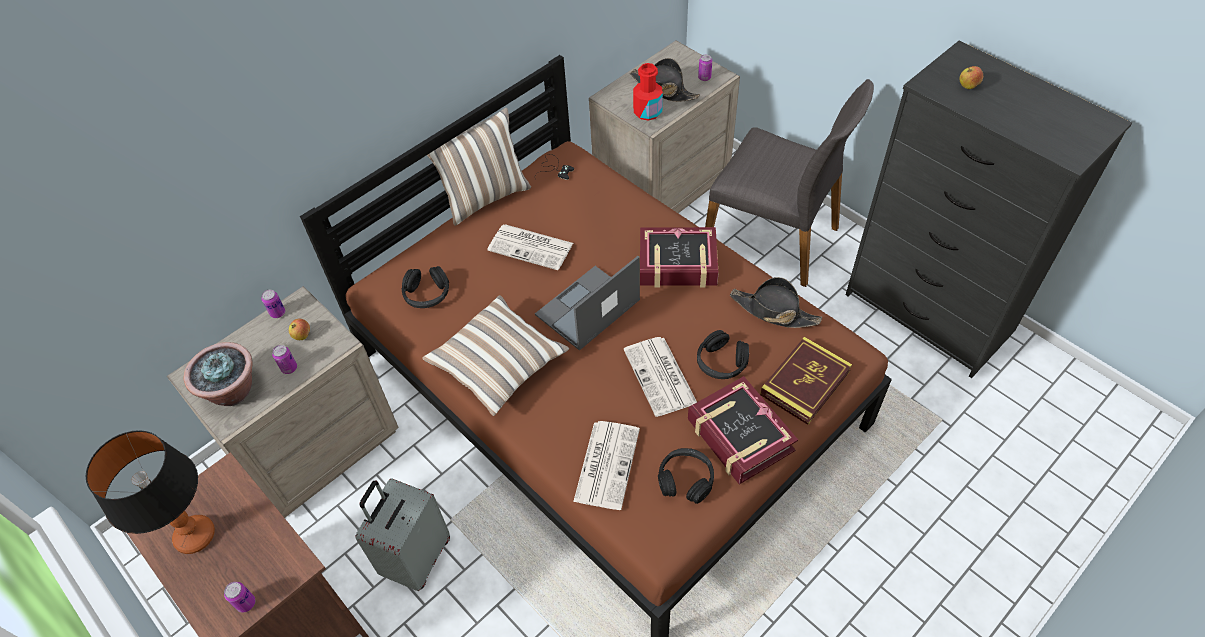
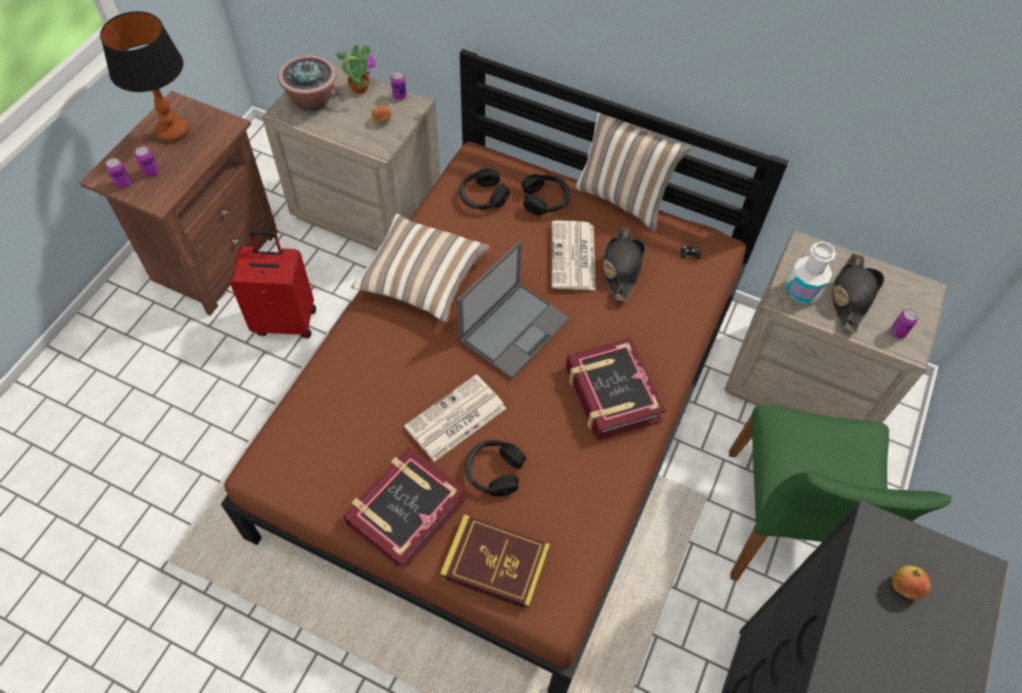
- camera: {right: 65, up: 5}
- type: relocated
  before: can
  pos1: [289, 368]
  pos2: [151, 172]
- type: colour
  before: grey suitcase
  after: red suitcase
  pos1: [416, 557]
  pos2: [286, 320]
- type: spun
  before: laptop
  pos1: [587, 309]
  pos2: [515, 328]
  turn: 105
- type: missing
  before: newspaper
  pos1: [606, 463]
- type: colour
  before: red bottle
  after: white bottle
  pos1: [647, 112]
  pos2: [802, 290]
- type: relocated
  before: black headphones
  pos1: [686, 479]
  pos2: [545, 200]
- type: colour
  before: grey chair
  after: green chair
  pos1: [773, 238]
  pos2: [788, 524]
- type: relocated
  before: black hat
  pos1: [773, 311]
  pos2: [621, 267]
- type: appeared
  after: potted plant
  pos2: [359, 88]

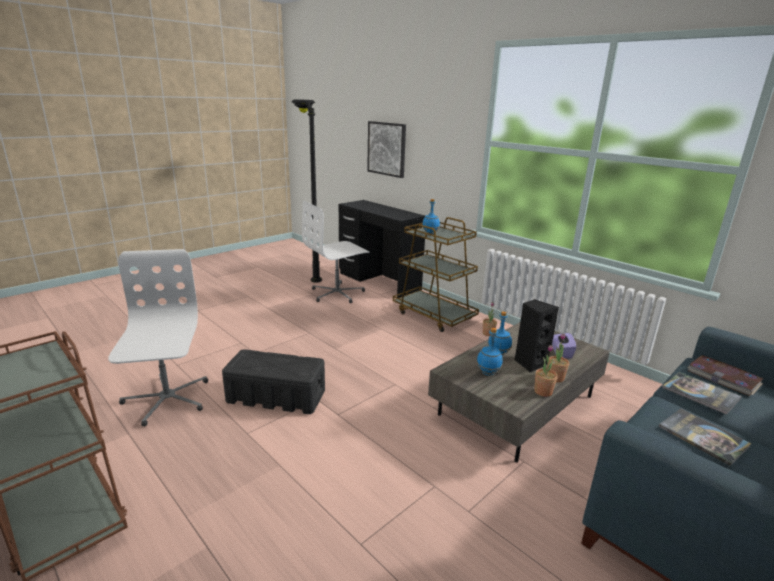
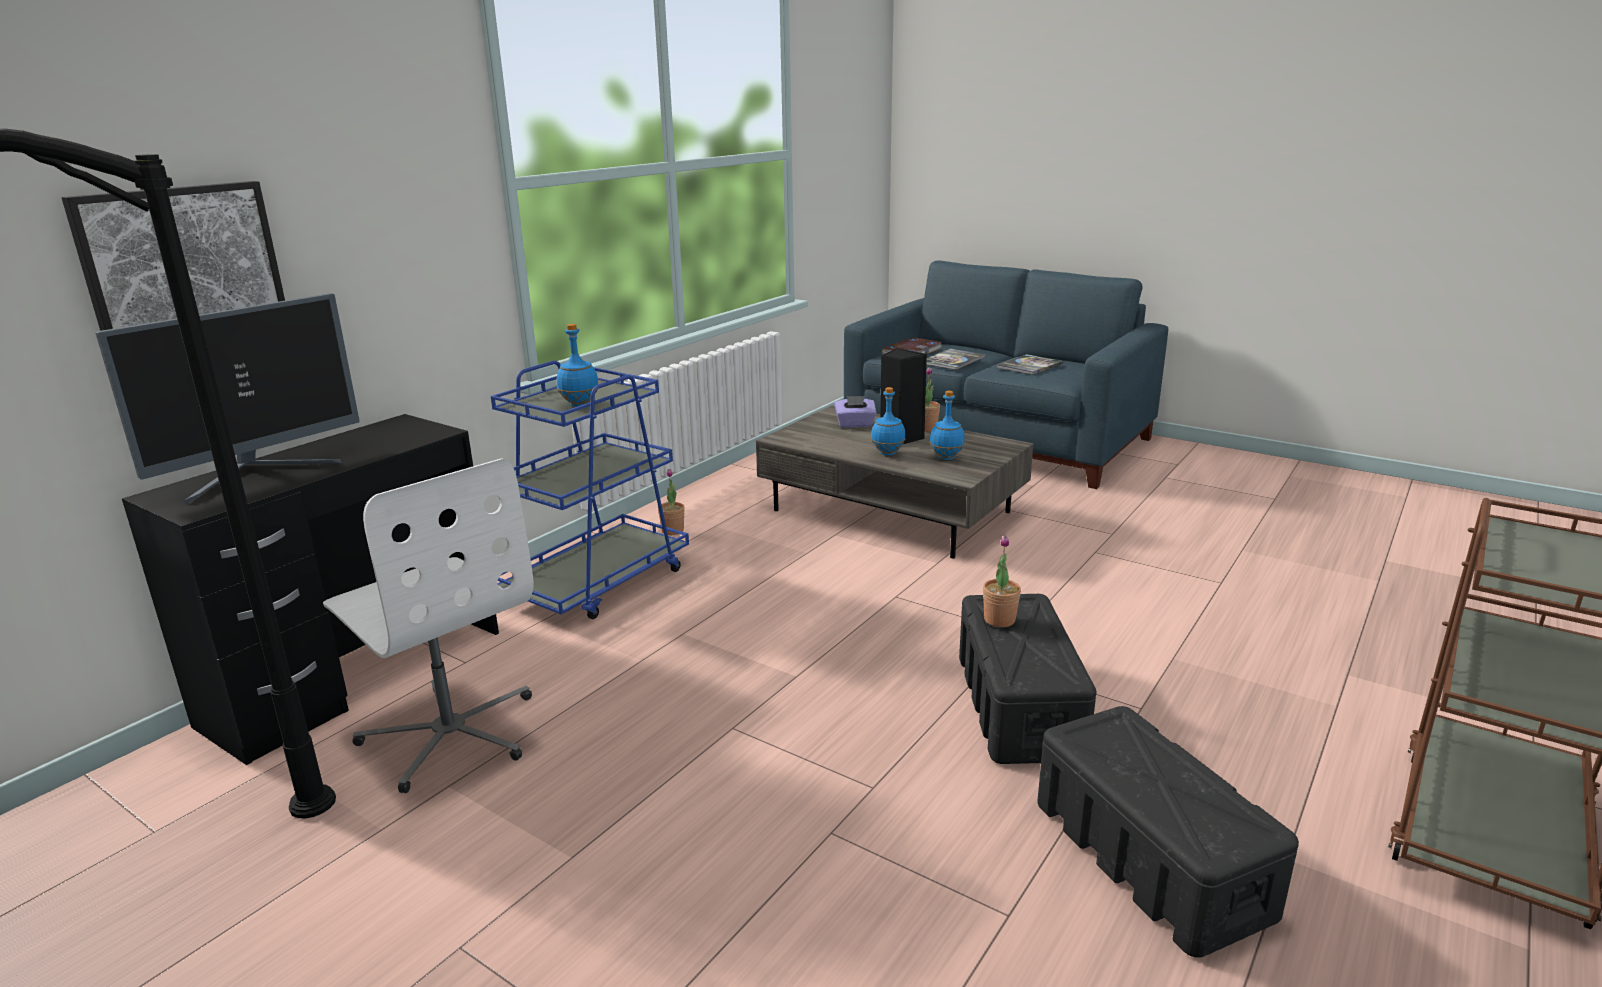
- camera: {right: -100, up: 0}
- type: exchanged
  before: white office chair
  after: black storage box
  pos1: [167, 399]
  pos2: [1148, 857]
- type: colour
  before: brown cart
  after: blue cart
  pos1: [434, 315]
  pos2: [597, 582]
- type: relocated
  before: potted plant
  pos1: [543, 391]
  pos2: [999, 620]
- type: appeared
  after: monitor
  pos2: [260, 474]

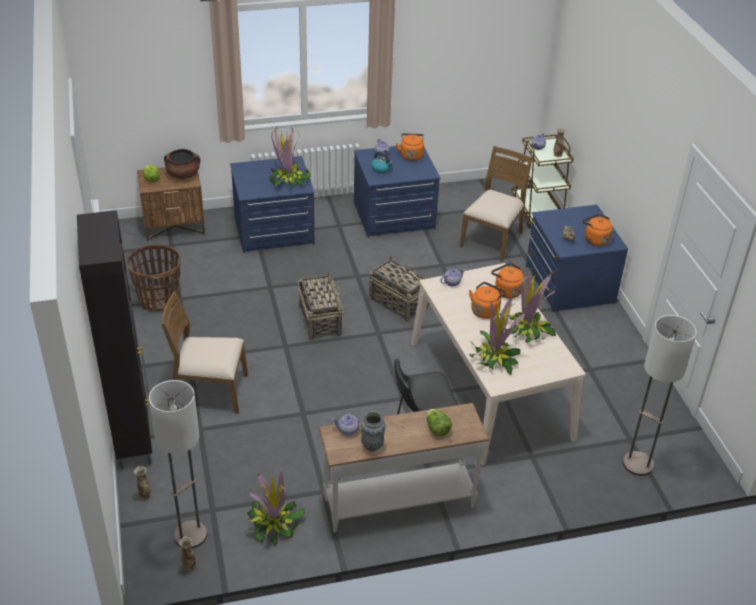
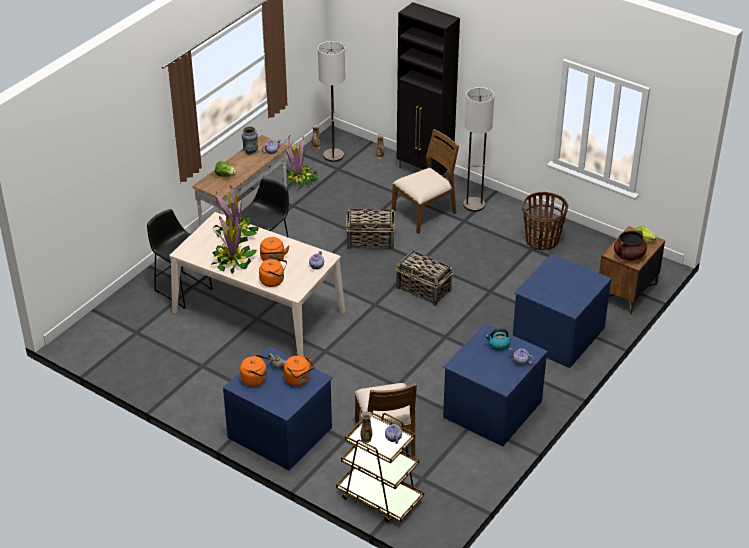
- camera: {right: 140, up: 0}
- type: missing
  before: potted plant
  pos1: [288, 180]
- type: relocated
  before: basket
  pos1: [397, 303]
  pos2: [371, 241]
- type: relocated
  before: orange kettle
  pos1: [411, 155]
  pos2: [299, 380]
- type: relocated
  before: floor lamp
  pos1: [638, 464]
  pos2: [474, 205]
- type: appeared
  after: black stool
  pos2: [181, 288]

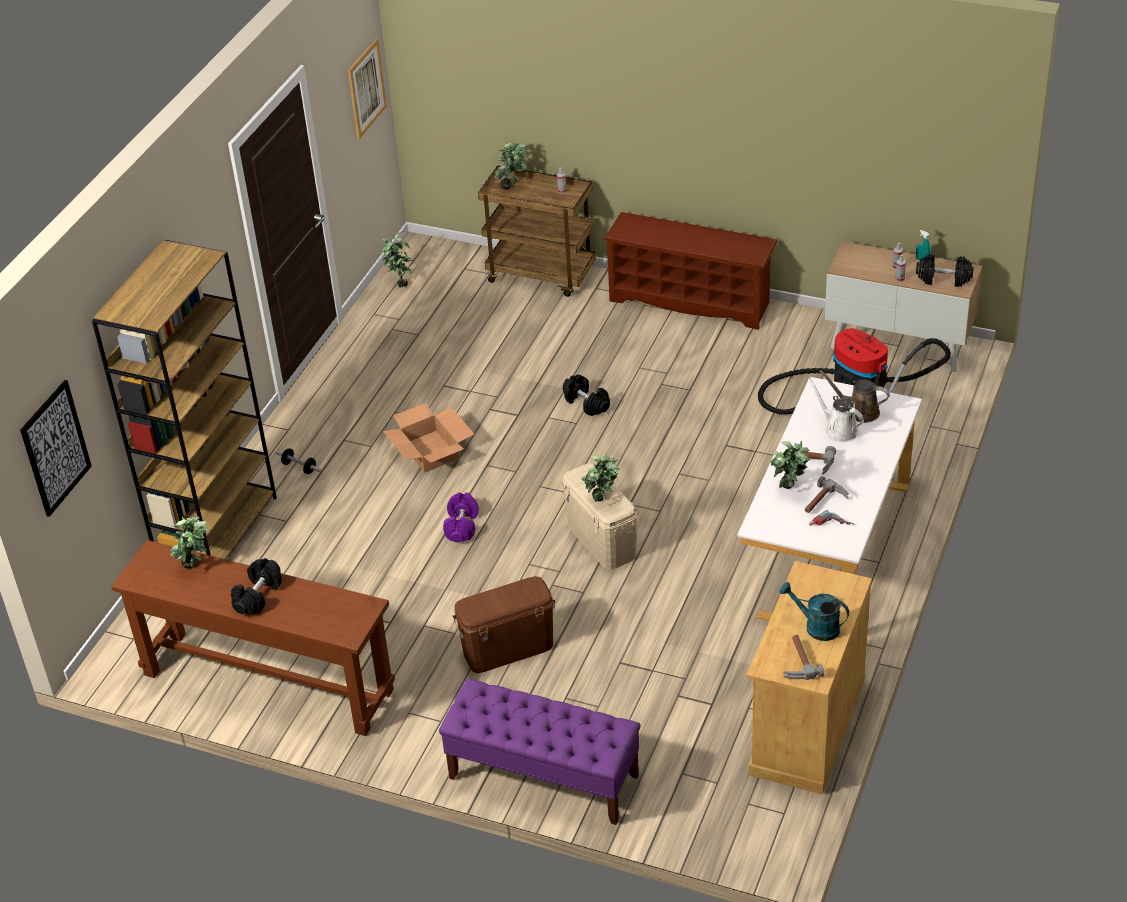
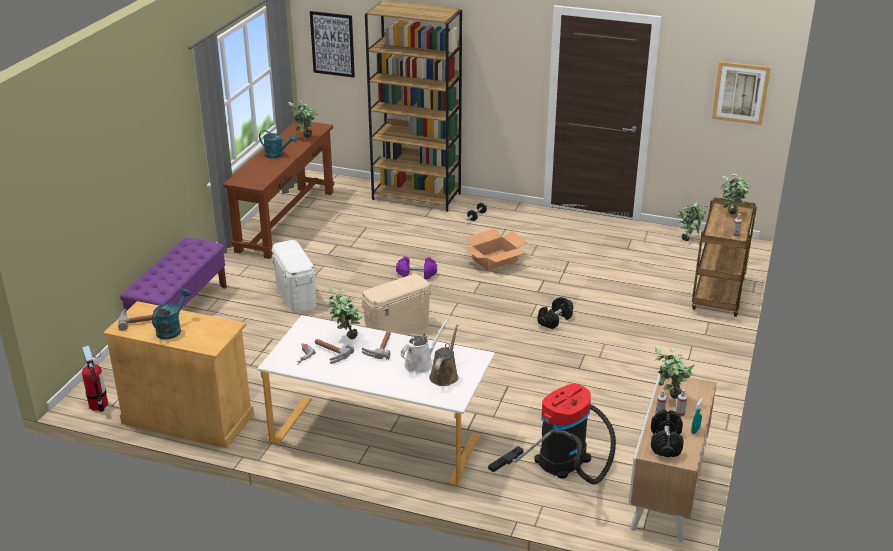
- camera: {right: 85, up: -10}
- type: exchanged
  before: black dumbbell
  after: turquoise watering can
  pos1: [258, 595]
  pos2: [277, 155]
- type: colour
  before: brown storage box
  after: white storage box
  pos1: [508, 649]
  pos2: [295, 295]
- type: relocated
  before: potted plant
  pos1: [602, 503]
  pos2: [669, 398]
- type: missing
  before: brown shoe rack
  pos1: [691, 301]
- type: appeared
  after: fire extinguisher
  pos2: [98, 404]

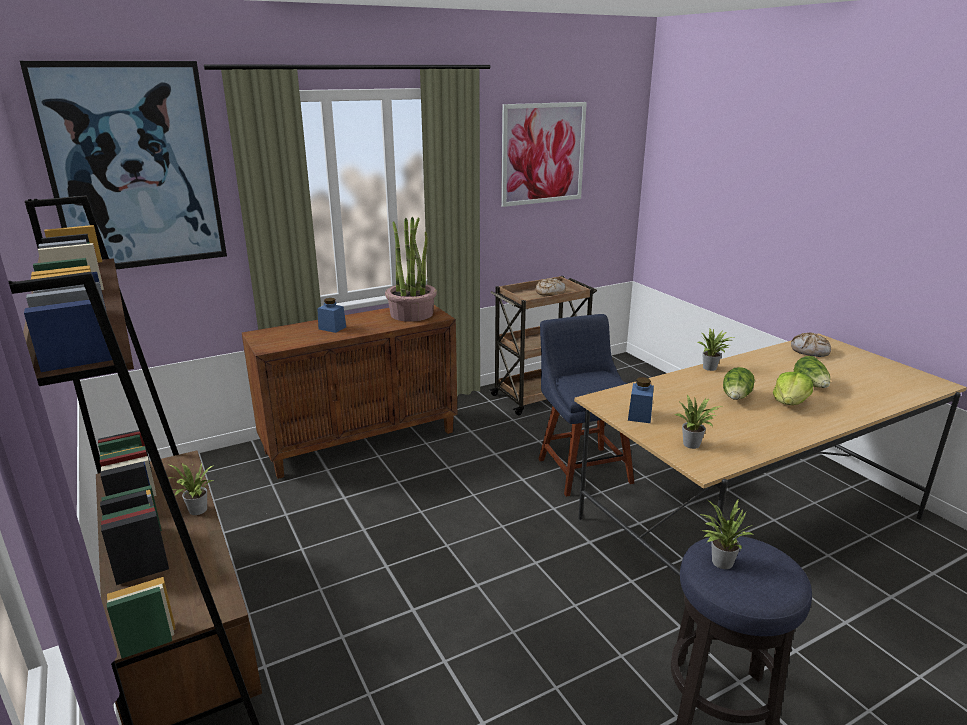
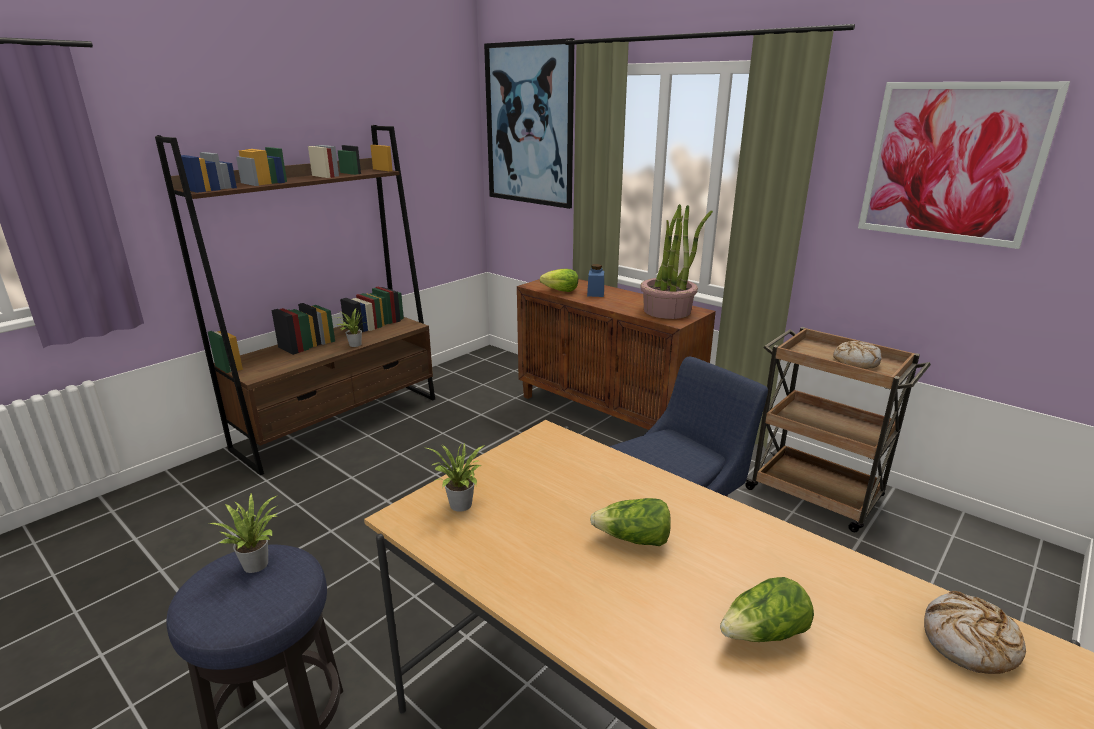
- camera: {right: 70, up: 0}
- type: missing
  before: blue jar
  pos1: [639, 415]
- type: missing
  before: potted plant
  pos1: [711, 368]
- type: relocated
  before: lettuce
  pos1: [790, 403]
  pos2: [561, 291]

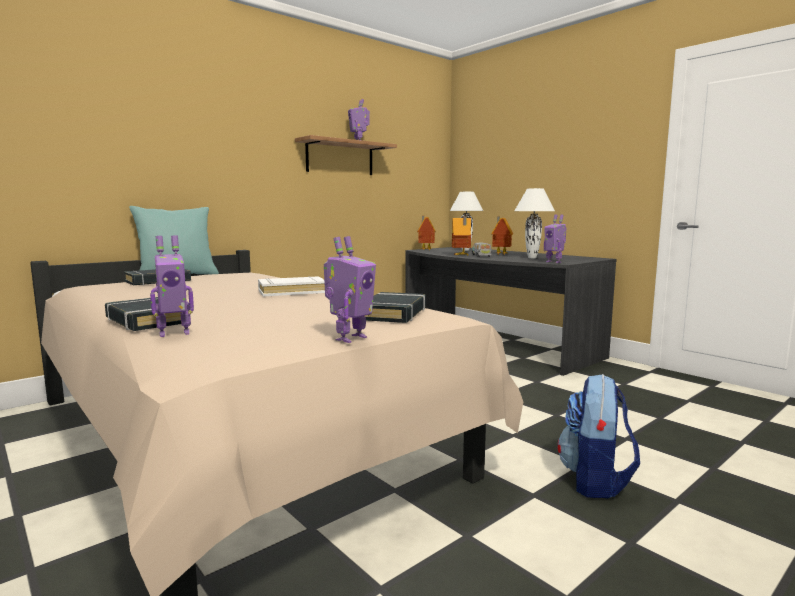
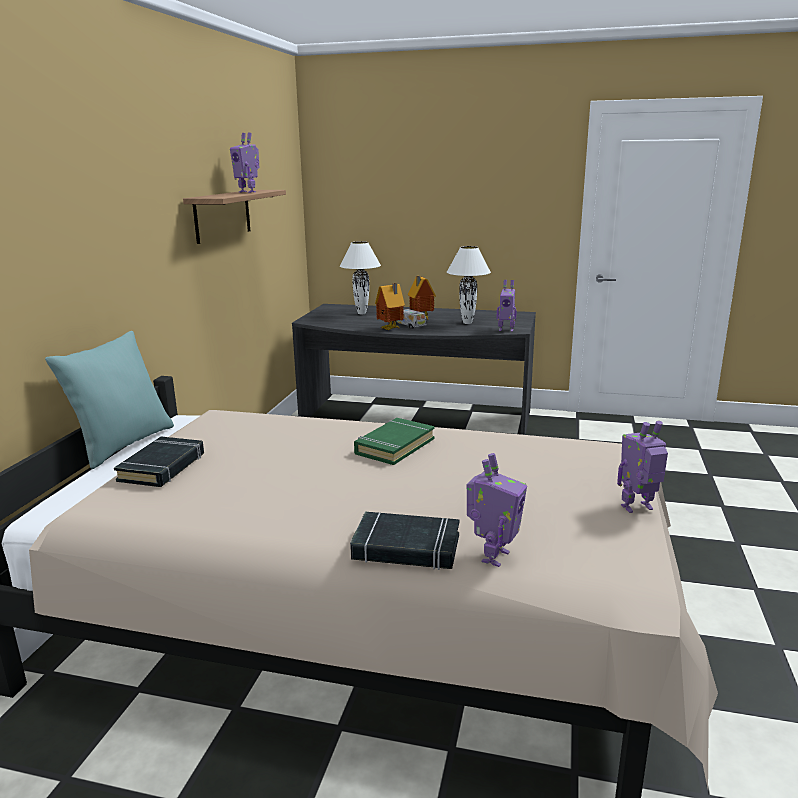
- camera: {right: -35, up: 10}
- type: colour
  before: white book
  after: green book
  pos1: [292, 291]
  pos2: [394, 446]
- type: spun
  before: toy robot
  pos1: [349, 338]
  pos2: [637, 508]
  turn: -105
- type: missing
  before: black book
  pos1: [393, 313]
- type: missing
  before: toy house
  pos1: [425, 250]
- type: missing
  before: backpack
  pos1: [595, 481]

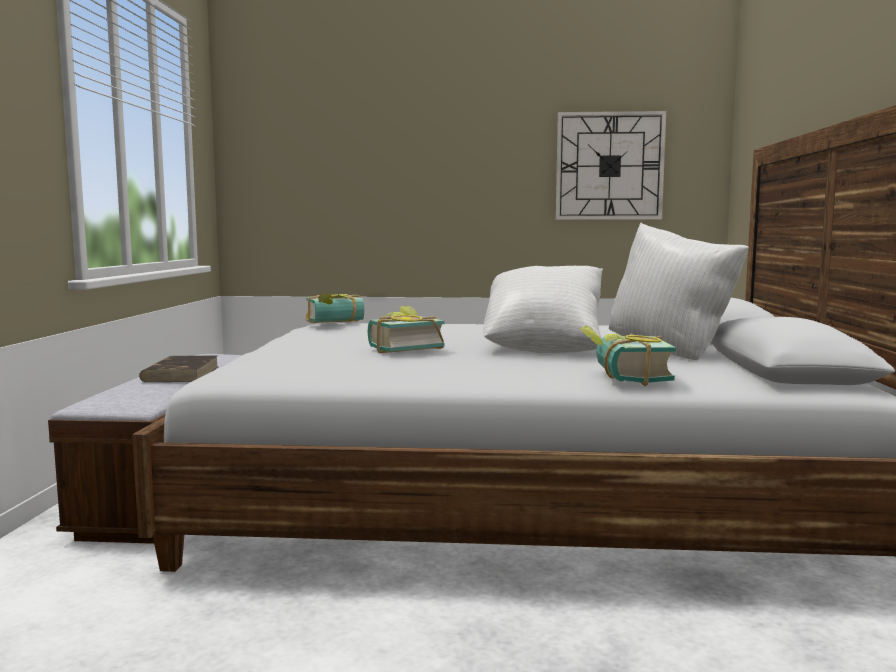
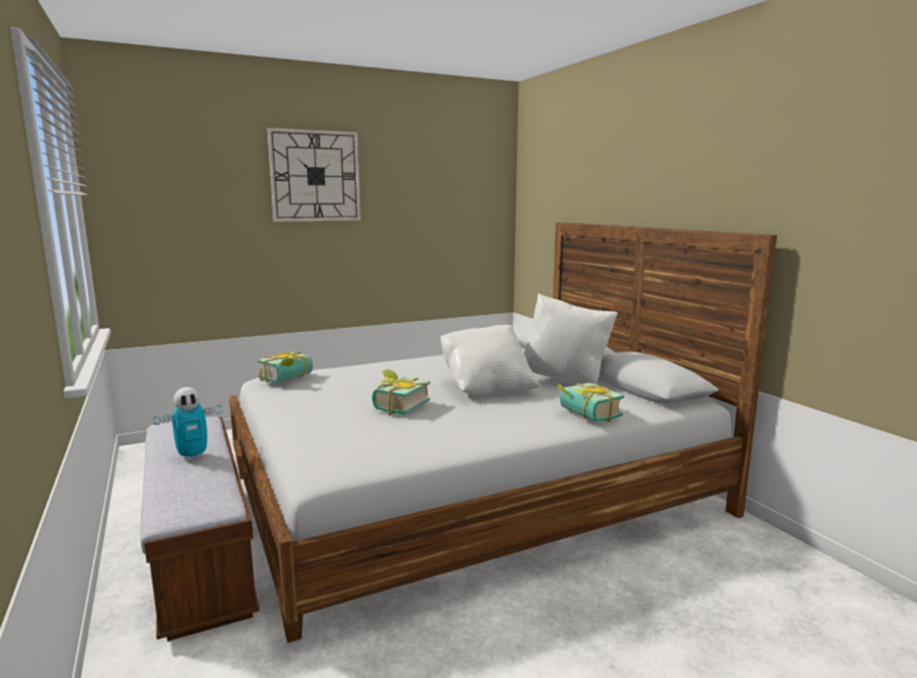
- camera: {right: -30, up: 5}
- type: exchanged
  before: brown book
  after: toy robot
  pos1: [181, 374]
  pos2: [193, 456]
- type: relocated
  before: wall clock
  pos1: [609, 166]
  pos2: [315, 176]

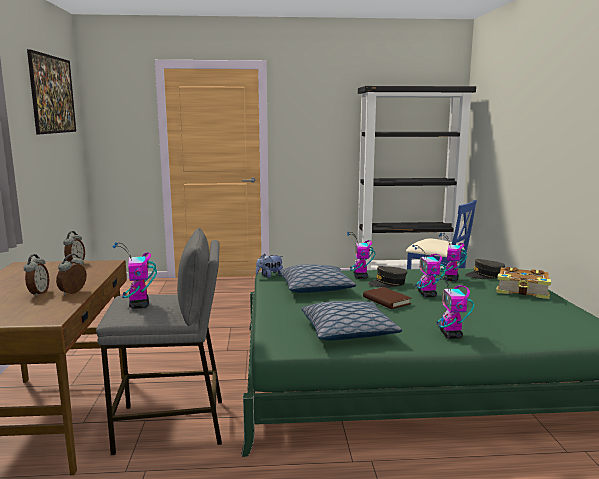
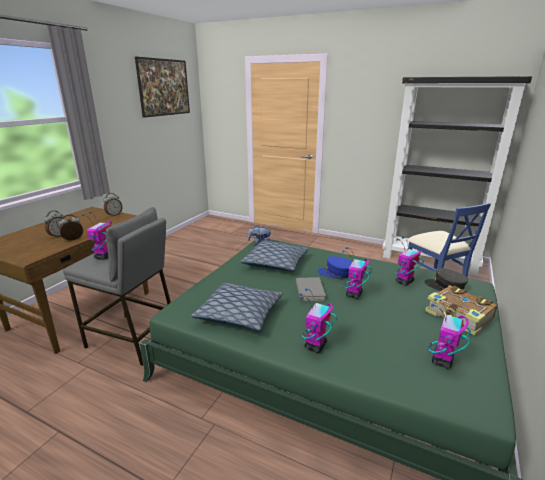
- camera: {right: 30, up: 10}
- type: relocated
  before: toy robot
  pos1: [360, 276]
  pos2: [442, 361]
- type: colour
  before: brown book
  after: grey book
  pos1: [386, 300]
  pos2: [309, 291]
- type: colour
  before: grey cap
  after: blue cap
  pos1: [388, 283]
  pos2: [336, 273]

